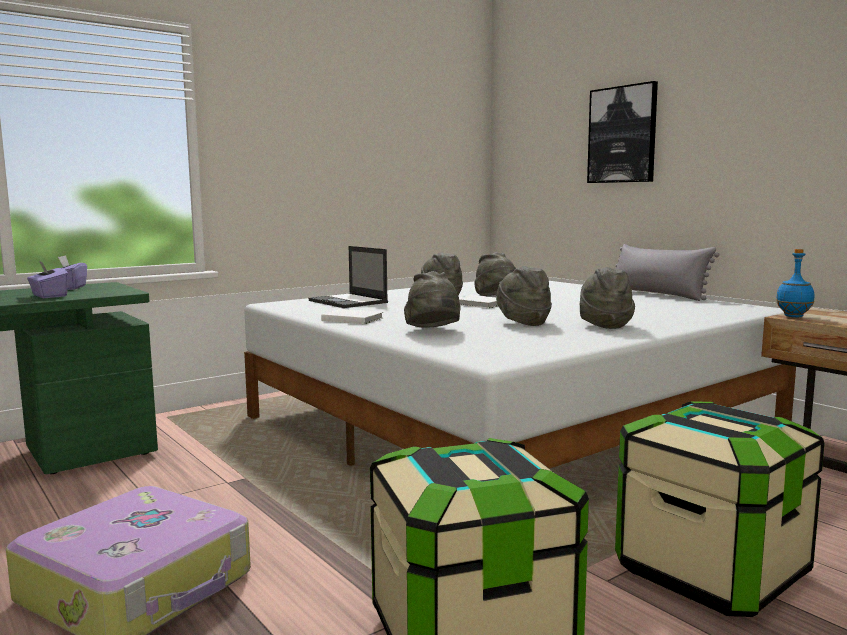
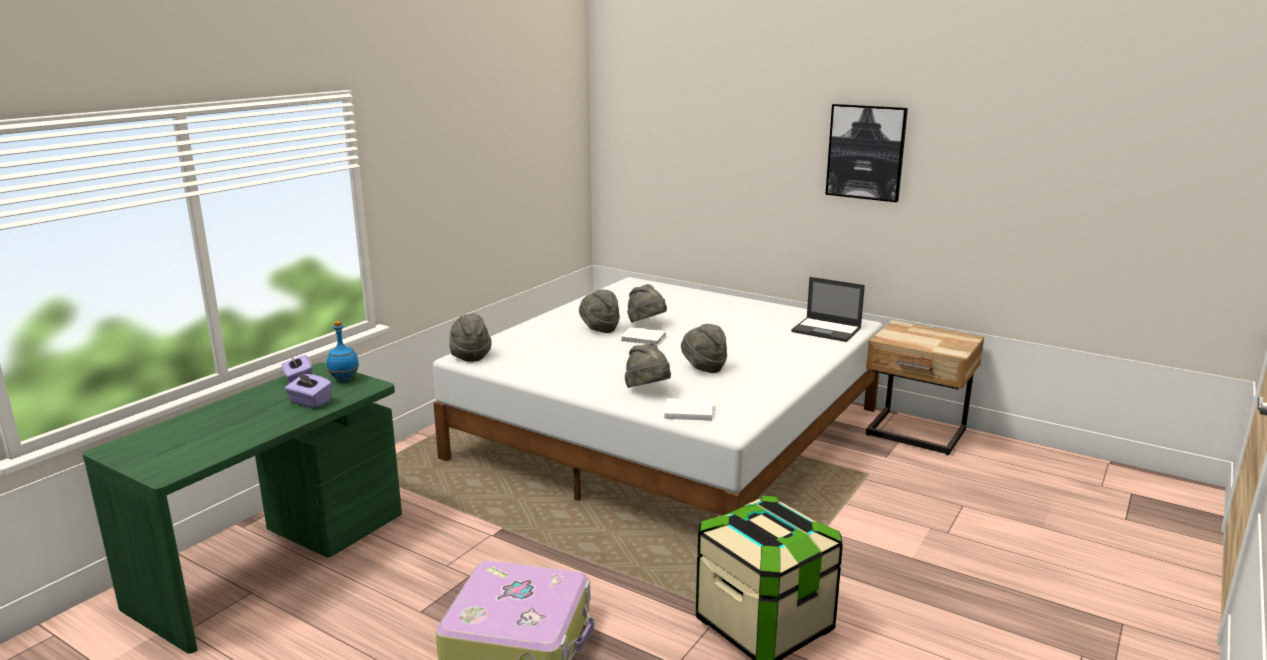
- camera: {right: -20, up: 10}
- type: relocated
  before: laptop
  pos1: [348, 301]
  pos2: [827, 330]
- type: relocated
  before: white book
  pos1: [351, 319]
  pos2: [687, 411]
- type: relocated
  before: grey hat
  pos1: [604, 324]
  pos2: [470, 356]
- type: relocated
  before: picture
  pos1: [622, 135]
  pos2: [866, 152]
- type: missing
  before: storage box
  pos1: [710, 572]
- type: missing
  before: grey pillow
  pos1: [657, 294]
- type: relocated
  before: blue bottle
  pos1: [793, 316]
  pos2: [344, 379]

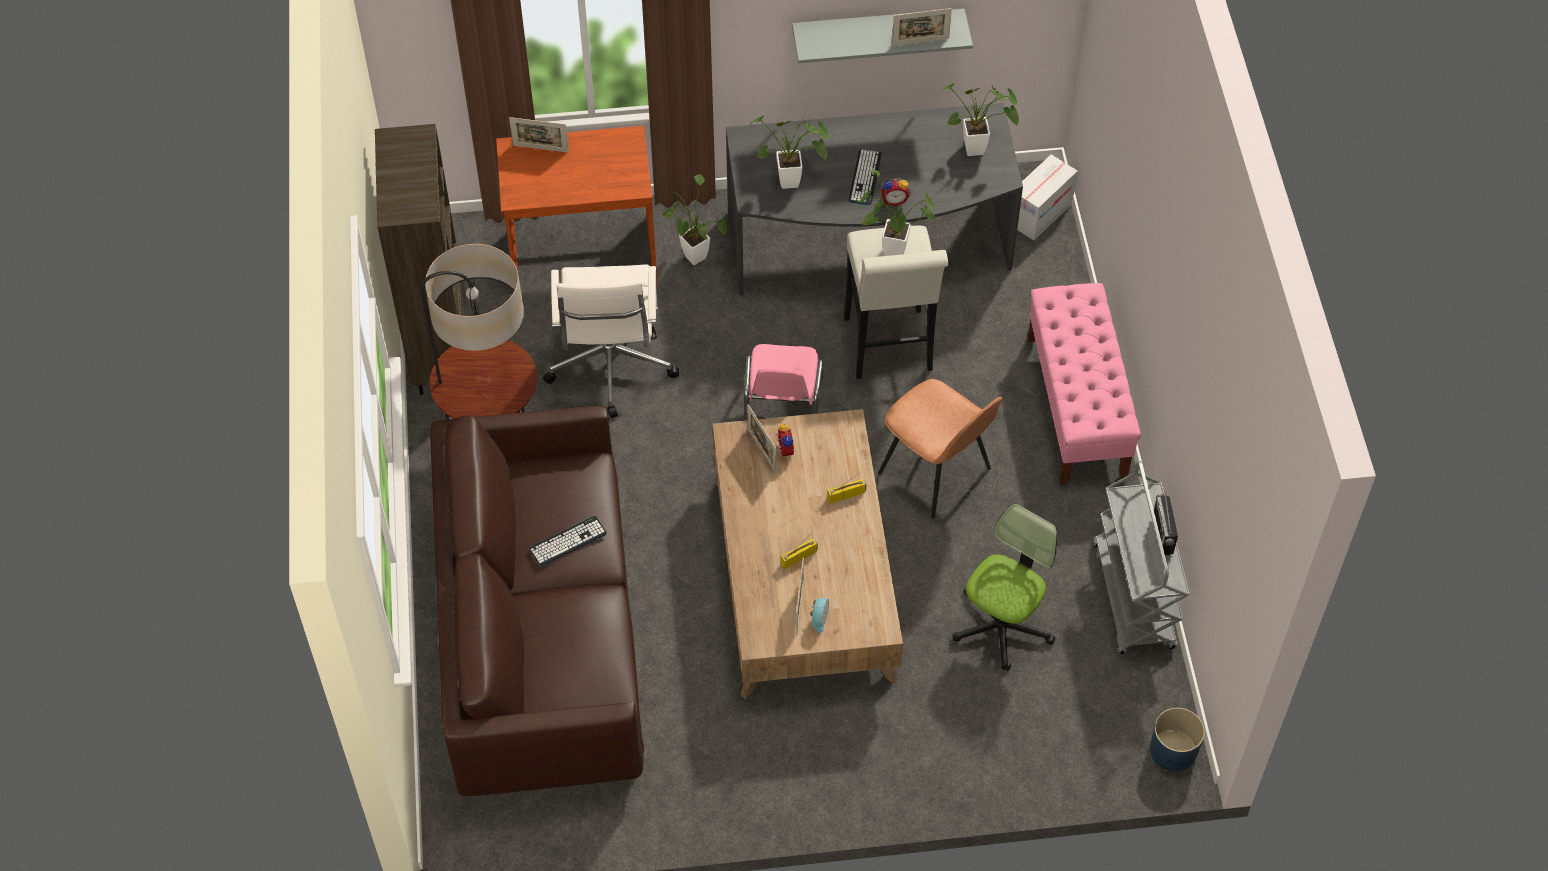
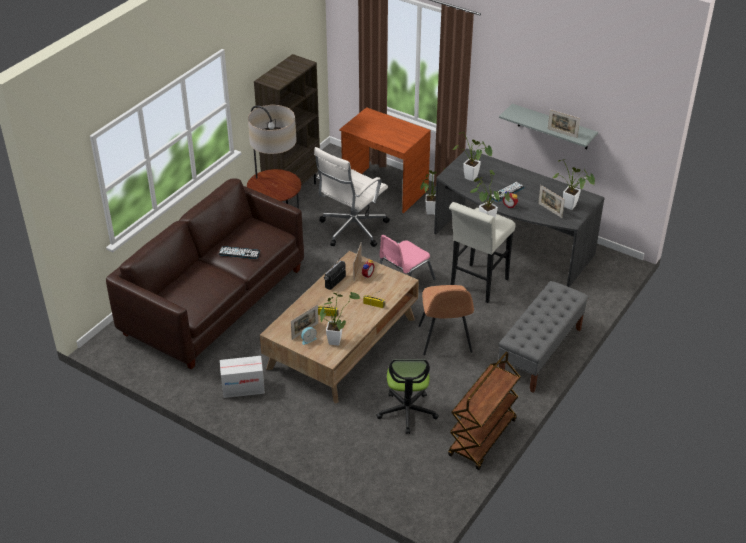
- camera: {right: 40, up: -15}
- type: relocated
  before: picture frame
  pos1: [540, 148]
  pos2: [550, 210]
- type: spun
  before: office chair
  pos1: [1002, 626]
  pos2: [407, 412]
  turn: 105
- type: relocated
  before: cardboard box
  pos1: [1040, 213]
  pos2: [243, 388]
- type: colour
  before: pink bench
  after: grey bench
  pos1: [1076, 408]
  pos2: [540, 353]
- type: colour
  before: grey cart
  after: brown cart
  pos1: [1134, 597]
  pos2: [483, 438]
- type: missing
  before: blue planter
  pos1: [1173, 750]
- type: relocated
  before: radio
  pos1: [1162, 534]
  pos2: [335, 282]
- type: appeared
  after: potted plant
  pos2: [335, 339]

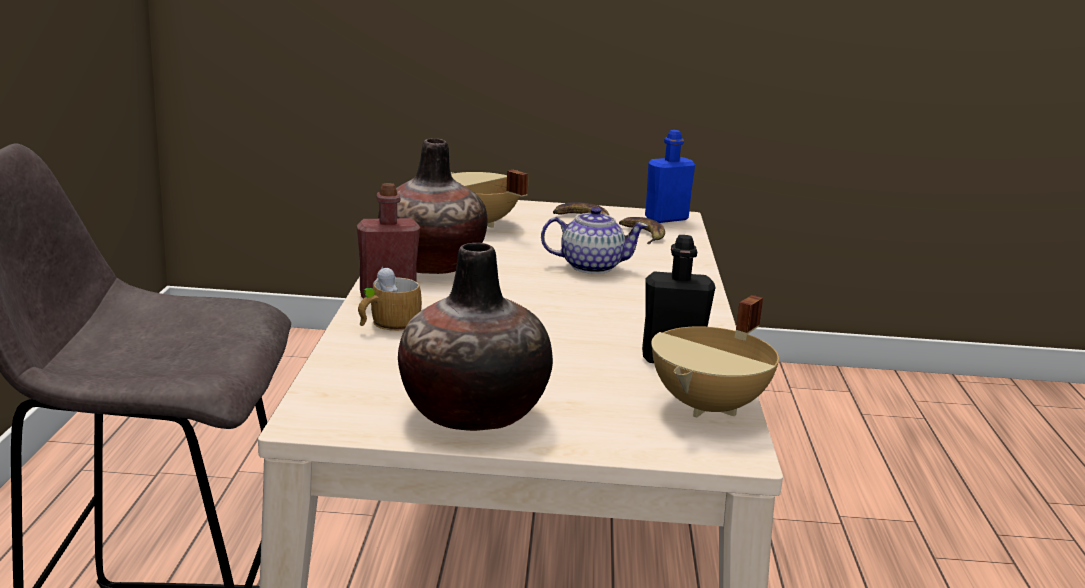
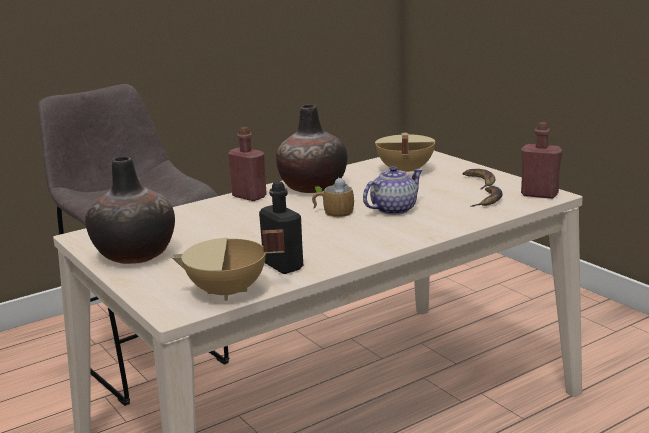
- camera: {right: 55, up: 0}
- type: relocated
  before: mug
  pos1: [387, 324]
  pos2: [333, 212]
- type: spun
  before: teapot
  pos1: [590, 266]
  pos2: [393, 209]
  turn: -90
- type: colour
  before: blue bottle
  after: red bottle
  pos1: [666, 218]
  pos2: [539, 194]

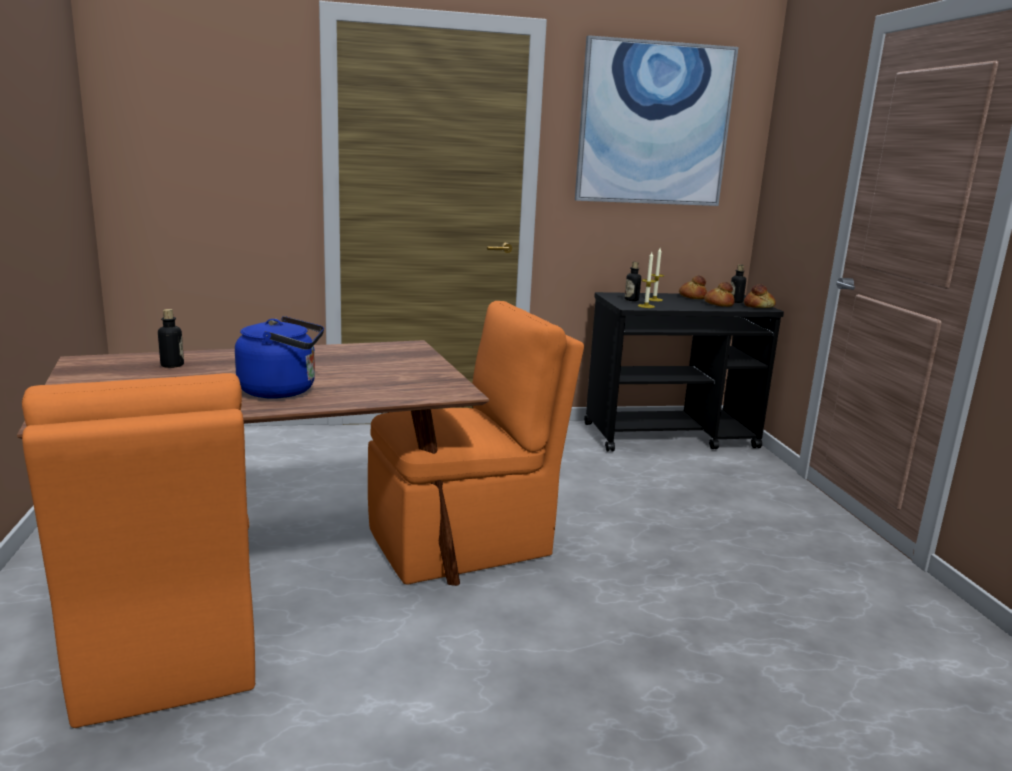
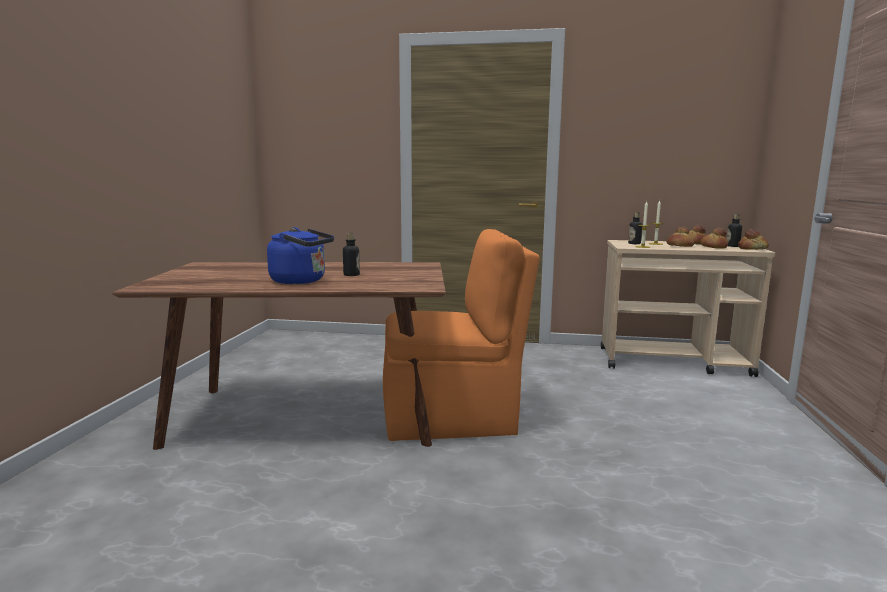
- camera: {right: 20, up: -5}
- type: missing
  before: orange chair
  pos1: [164, 650]
- type: relocated
  before: bottle
  pos1: [172, 365]
  pos2: [351, 275]
- type: missing
  before: picture
  pos1: [654, 124]
- type: colour
  before: black cart
  after: beige cart
  pos1: [671, 436]
  pos2: [674, 362]
- type: appeared
  after: bread
  pos2: [679, 246]

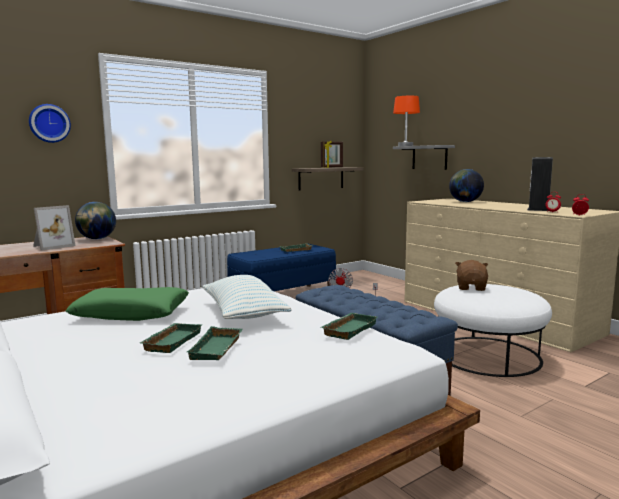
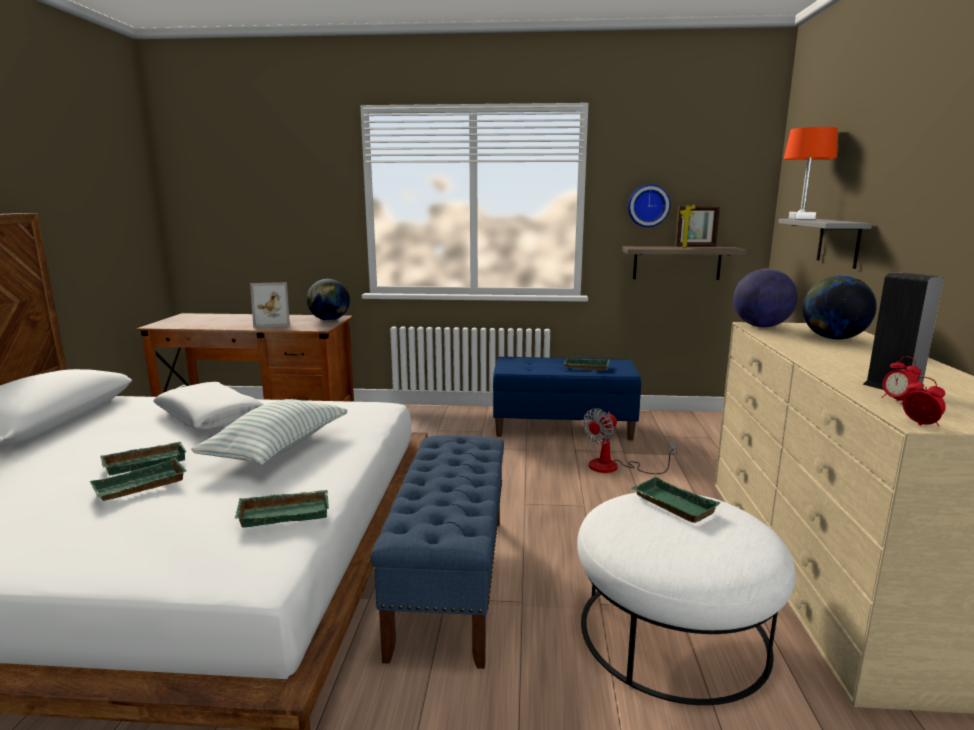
- camera: {right: 40, up: 5}
- type: relocated
  before: wall clock
  pos1: [49, 123]
  pos2: [648, 205]
- type: colour
  before: green pillow
  after: white pillow
  pos1: [131, 314]
  pos2: [210, 417]
- type: exchanged
  before: brown plush toy
  after: green tray
  pos1: [471, 288]
  pos2: [671, 505]
- type: appeared
  after: globe
  pos2: [761, 326]

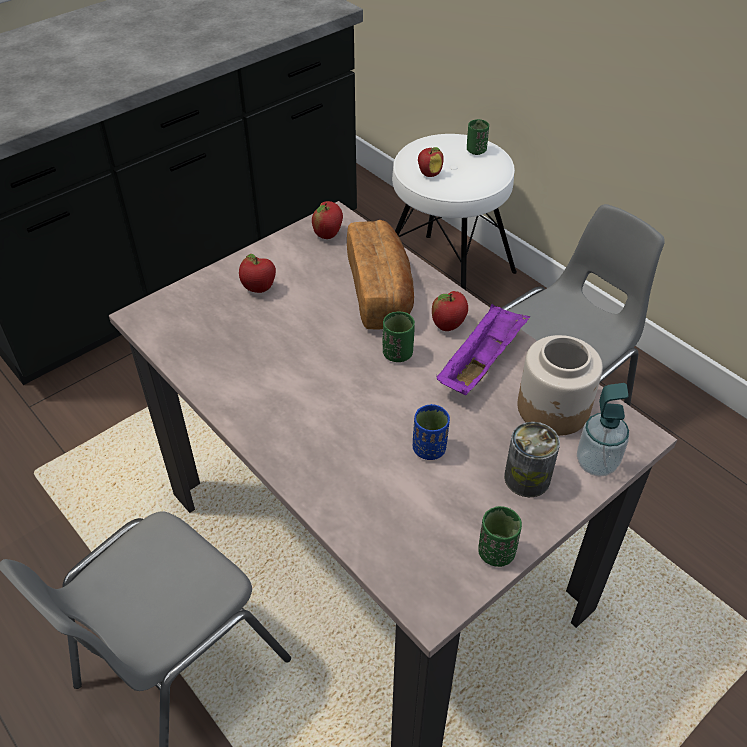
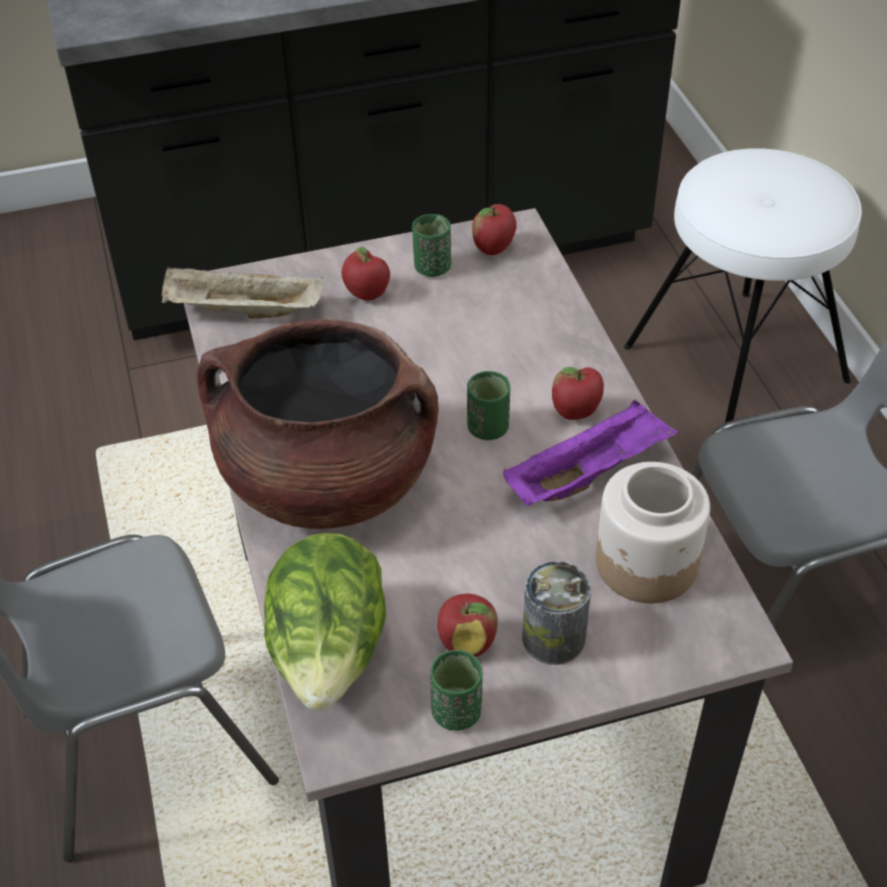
- camera: {right: 25, up: 0}
- type: missing
  before: bread
  pos1: [380, 291]
- type: missing
  before: blue cup
  pos1: [429, 449]
- type: relocated
  before: apple
  pos1: [429, 174]
  pos2: [467, 643]
- type: relocated
  before: green cup
  pos1: [476, 150]
  pos2: [432, 268]
- type: missing
  before: soap dispenser
  pos1: [596, 463]
- type: appeared
  after: beige tray
  pos2: [242, 312]
- type: appeared
  after: brown cooking pot
  pos2: [326, 481]
- type: appeared
  after: lettuce
  pos2: [330, 654]

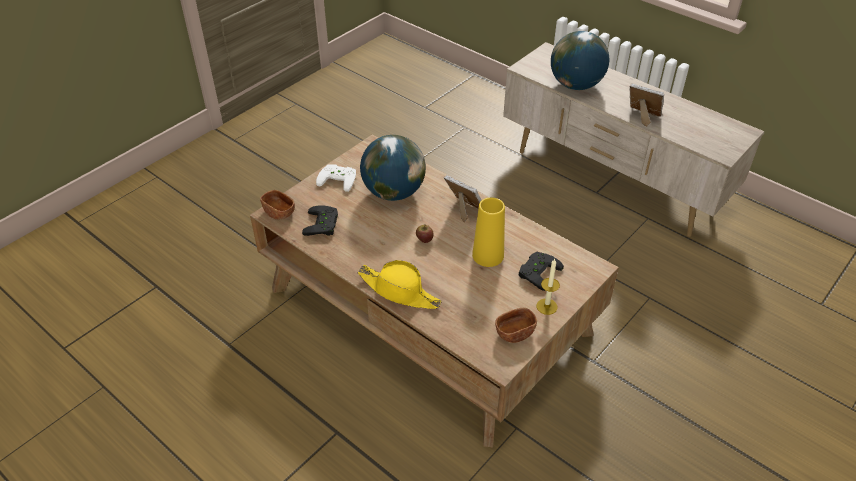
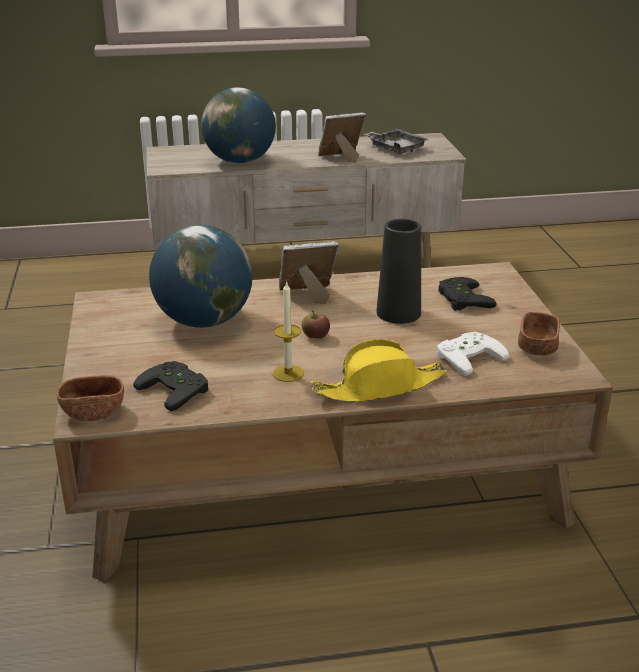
- camera: {right: -50, up: -15}
- type: relocated
  before: white game controller
  pos1: [339, 179]
  pos2: [467, 356]
- type: colour
  before: yellow vase
  after: black vase
  pos1: [488, 255]
  pos2: [398, 313]
- type: relocated
  before: candle
  pos1: [546, 306]
  pos2: [288, 373]
- type: appeared
  after: grey tray
  pos2: [395, 148]

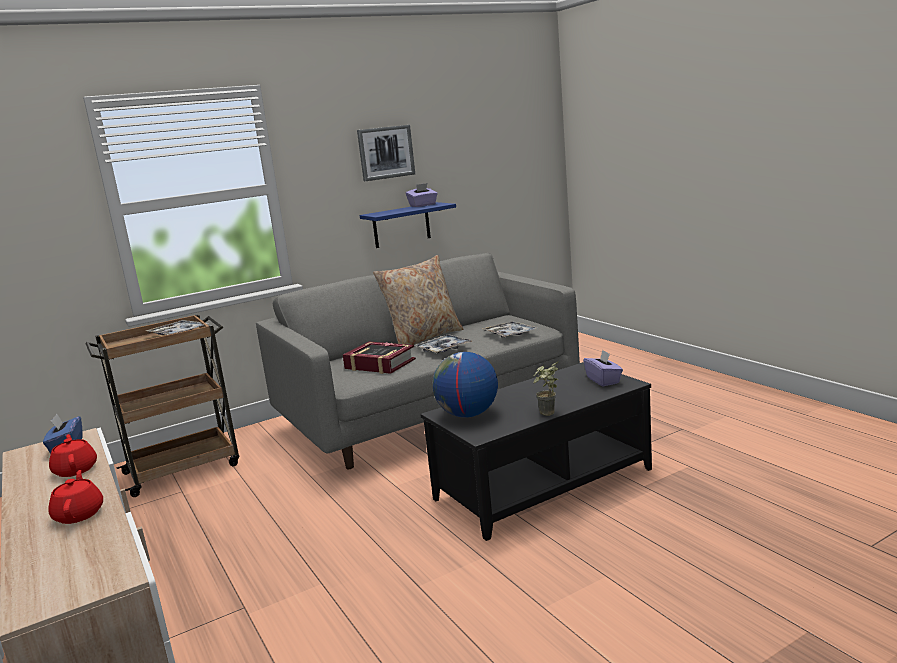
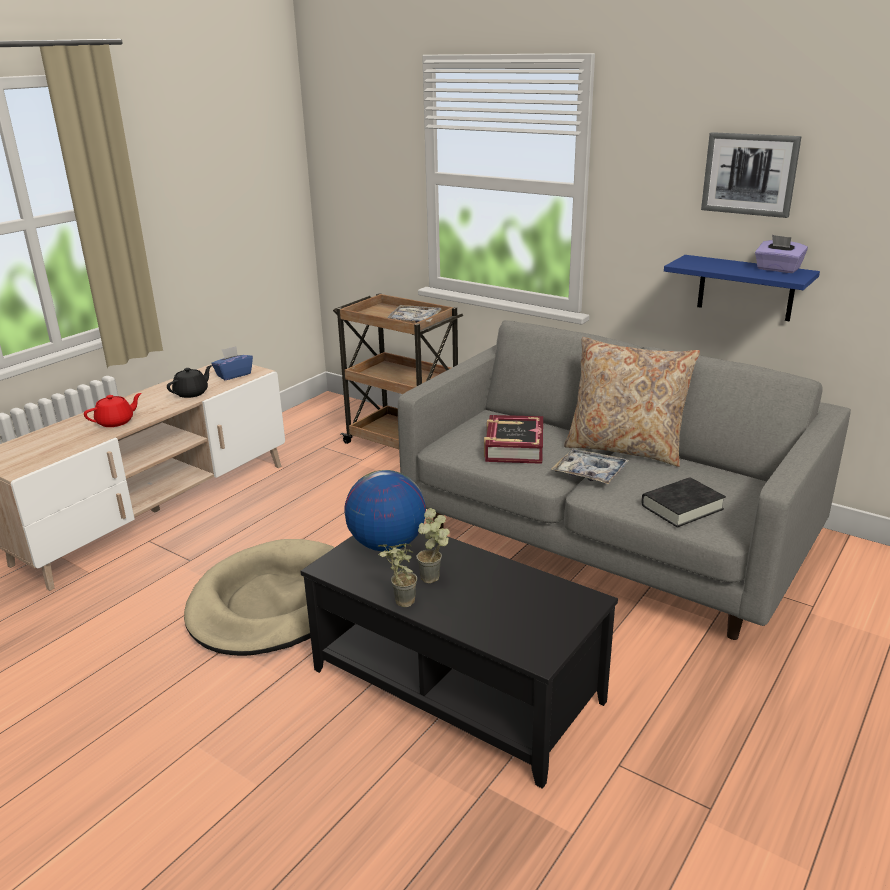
- camera: {right: 65, up: 10}
- type: colour
  before: red teapot
  after: black teapot
  pos1: [76, 469]
  pos2: [192, 393]
- type: exchanged
  before: tray
  after: black book
  pos1: [510, 334]
  pos2: [682, 507]
- type: missing
  before: purple tissue box
  pos1: [603, 380]
- type: appeared
  after: beige dog bed
  pos2: [272, 603]
- type: appeared
  after: potted plant
  pos2: [436, 579]

